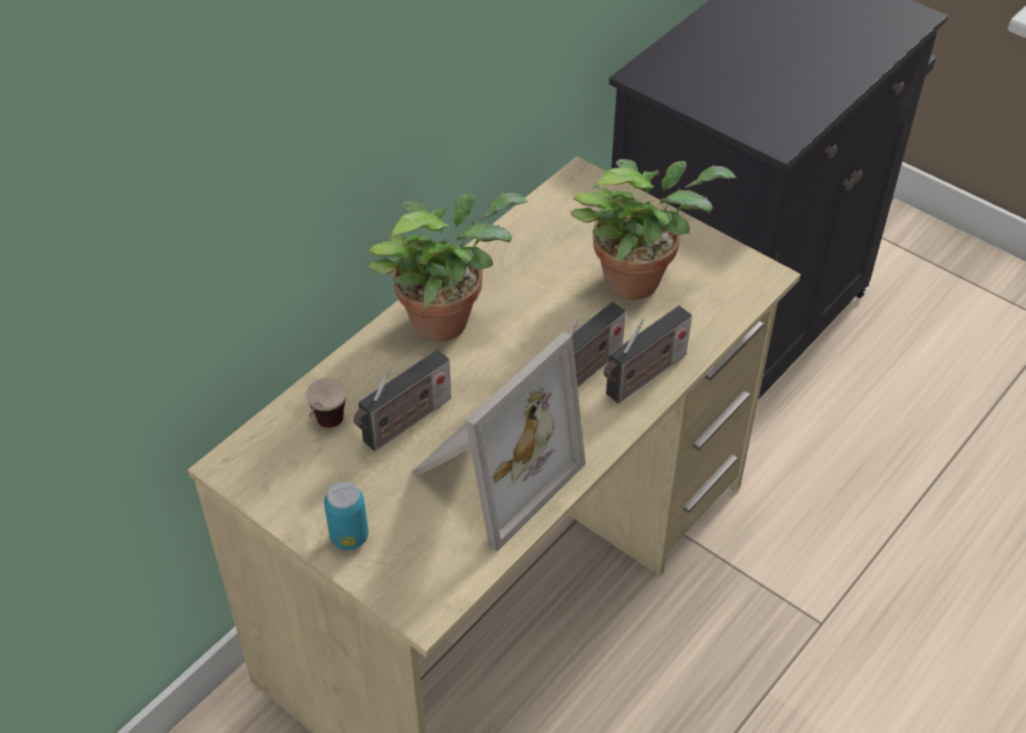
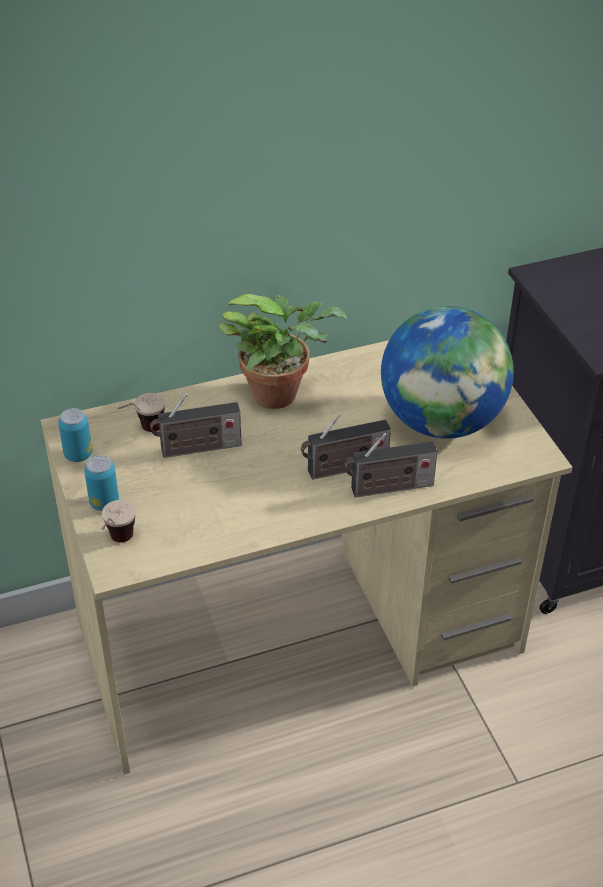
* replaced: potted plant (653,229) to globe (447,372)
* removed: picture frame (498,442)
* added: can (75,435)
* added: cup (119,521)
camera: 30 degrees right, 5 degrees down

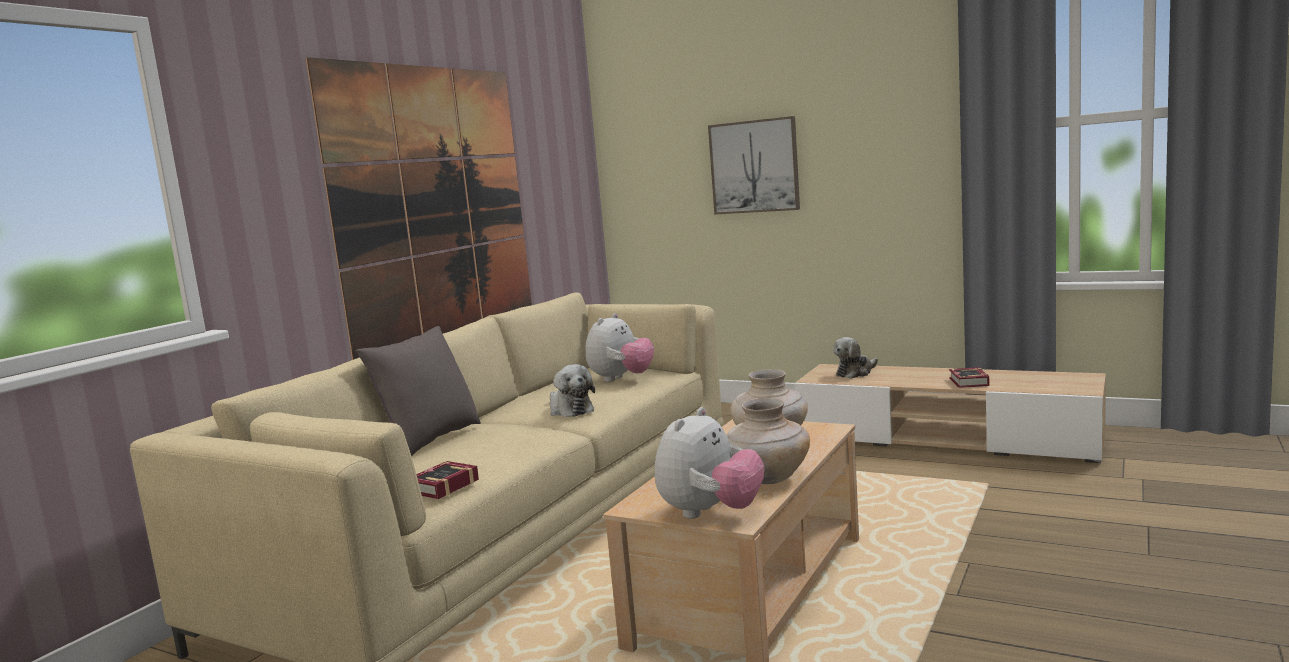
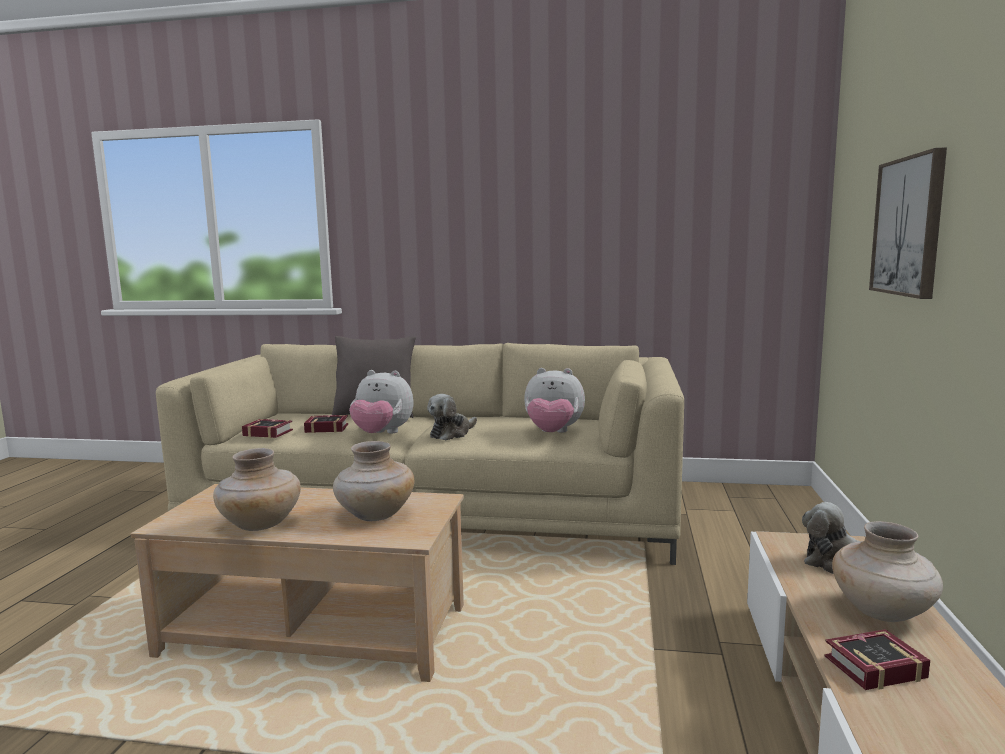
* removed: picture (419,208)
* moved: plush toy (709,463) to (381,401)
* added: book (326,424)
* added: beige vase (887,571)
camera: 70 degrees right, 0 degrees up

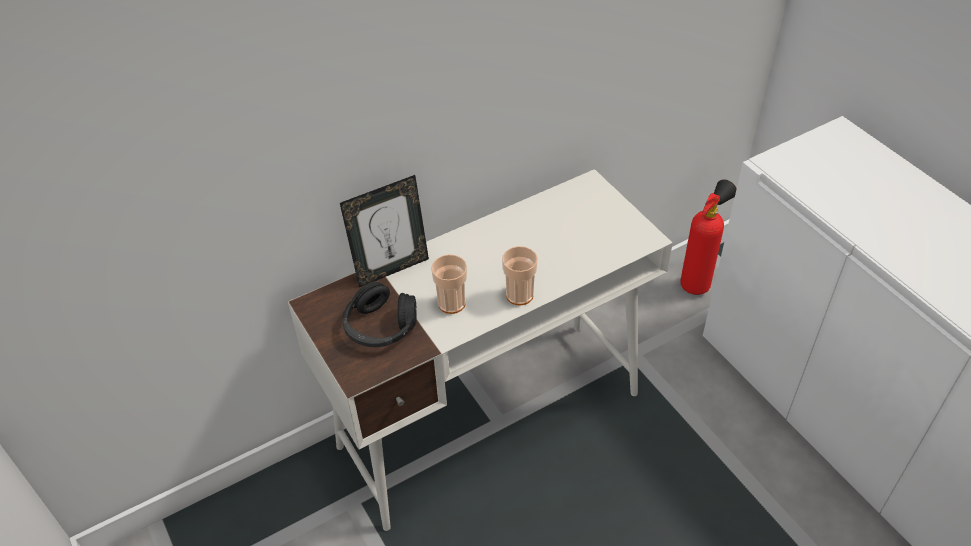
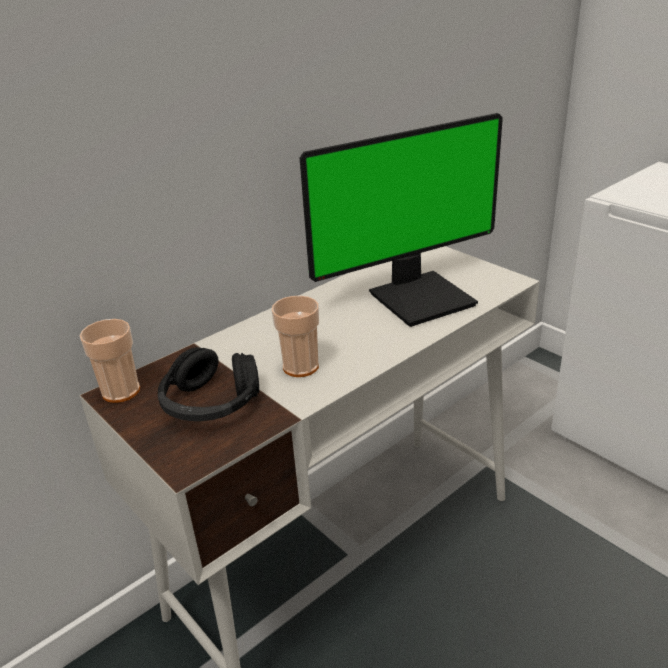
* removed: picture frame (384,231)
* removed: fire extinguisher (708,237)
* moved: cup (520,275) to (110,361)
* added: monitor (401,220)
camera: 10 degrees left, 15 degrees down

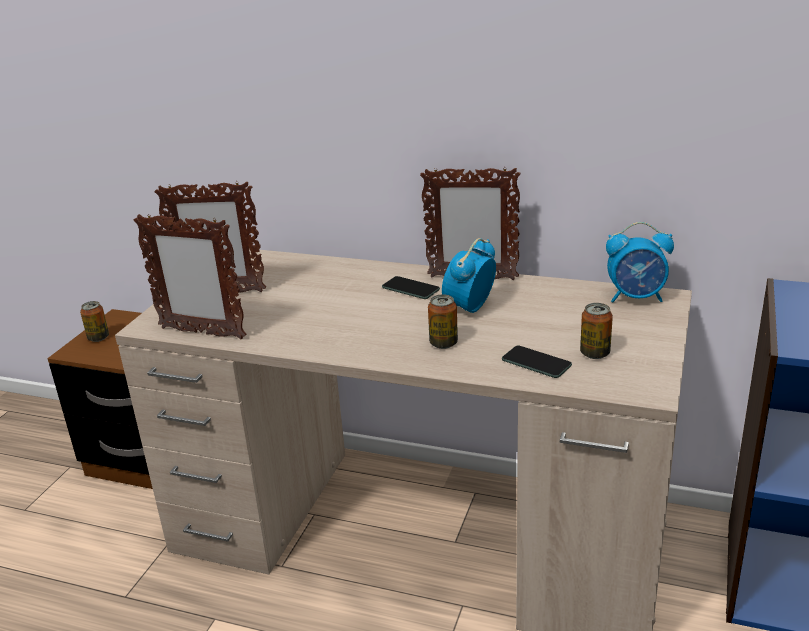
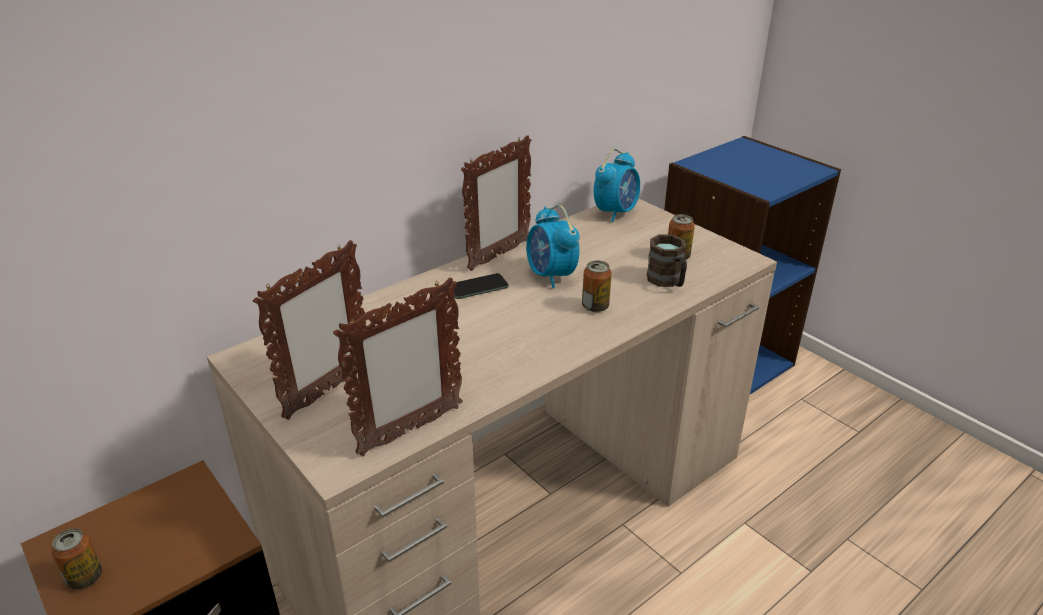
* replaced: phone (537,362) to brown mug (667,260)
camera: 60 degrees left, 5 degrees up

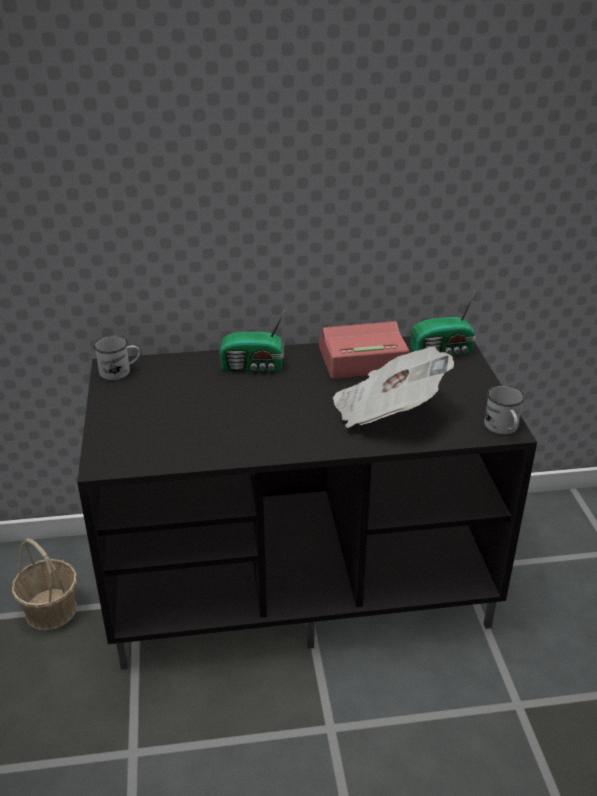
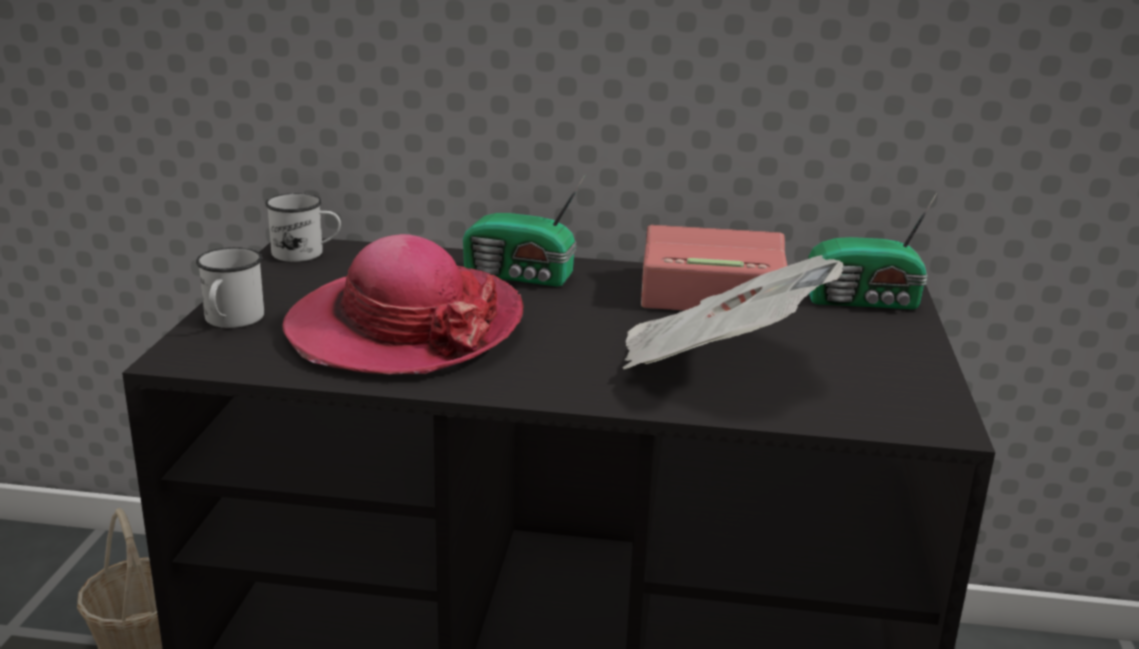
* moved: white mug (504,409) to (230,287)
* added: hat (403,304)
camera: 15 degrees right, 10 degrees down

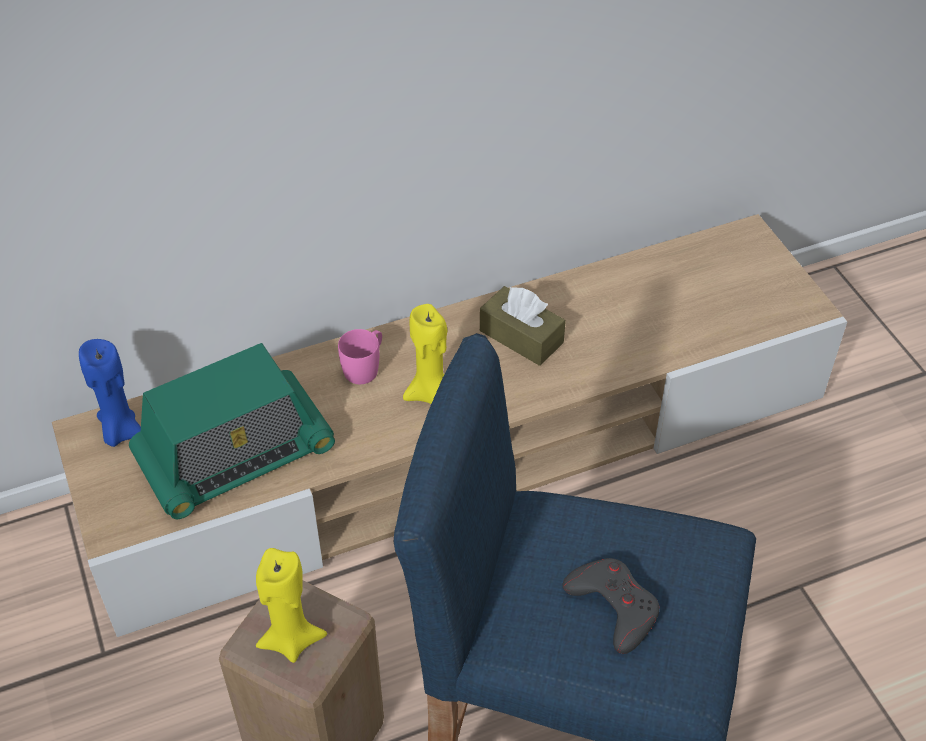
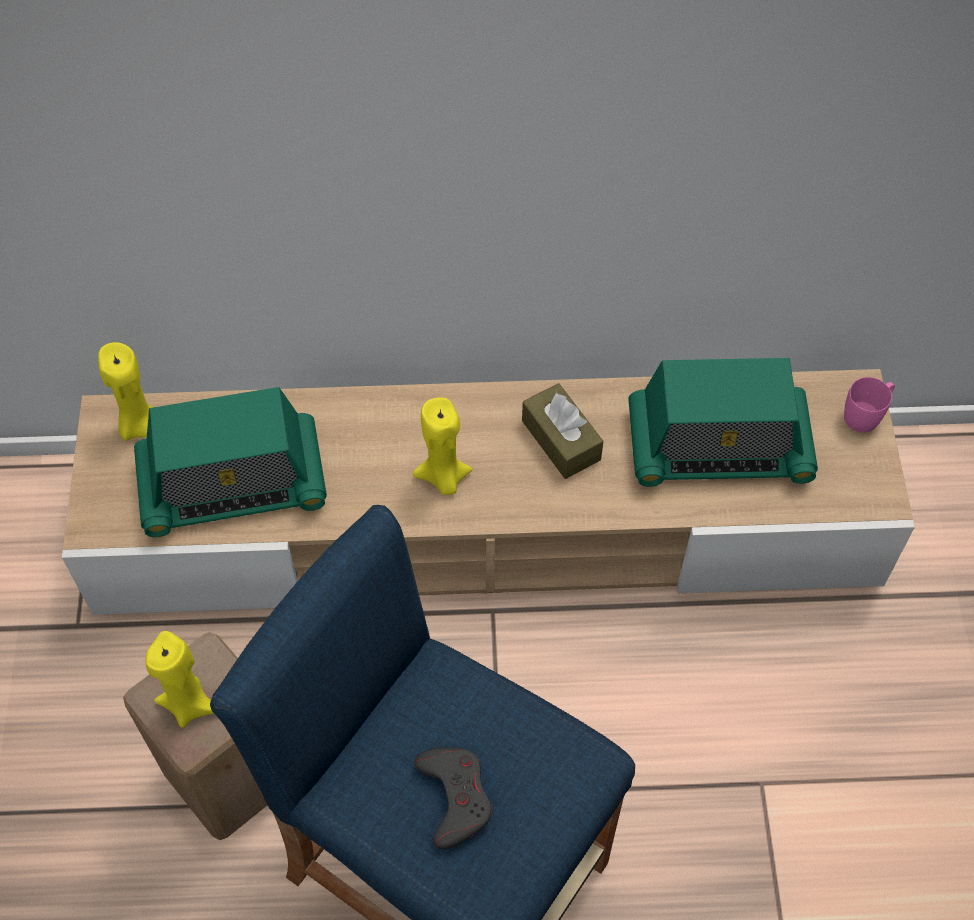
* moved: pink mug (360,356) to (869,404)
* recoloured: blue candle (110,393) to yellow candle (125,391)
* added: radio (723,422)
camera: 20 degrees right, 10 degrees up

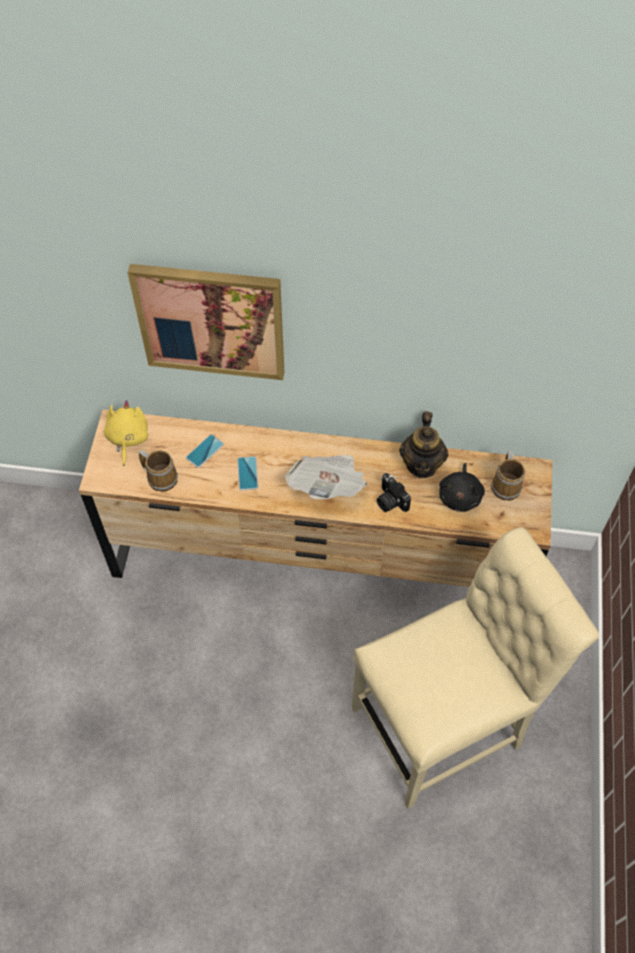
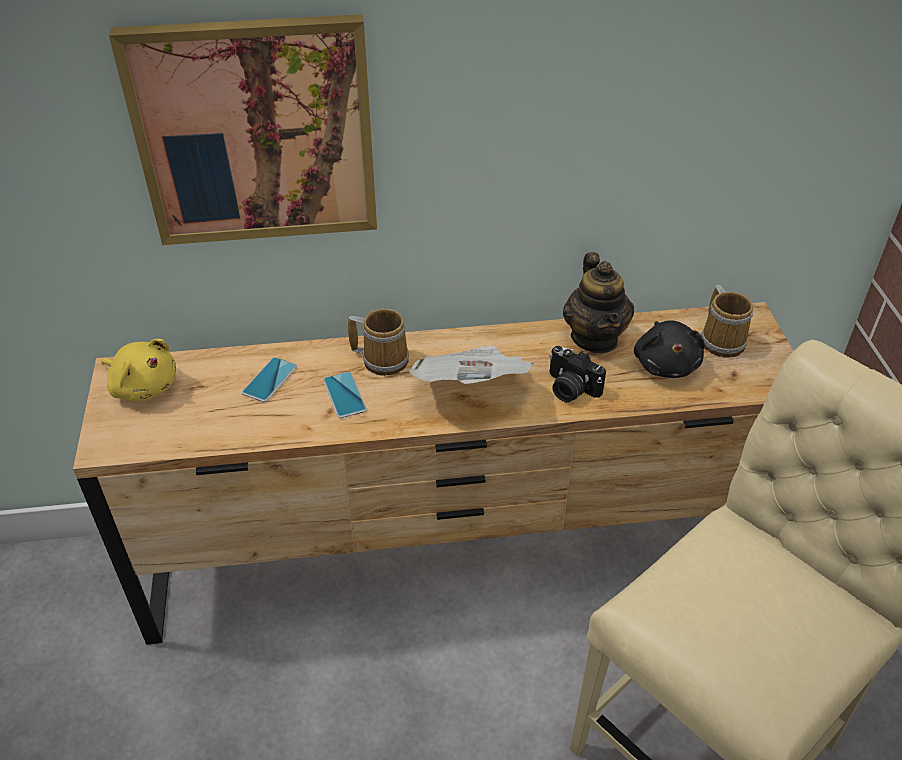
* turned: yellow plush toy (126,433) = (138,370) 135 degrees clockwise
* moved: mug (158,471) to (378,342)
camera: 15 degrees left, 15 degrees down

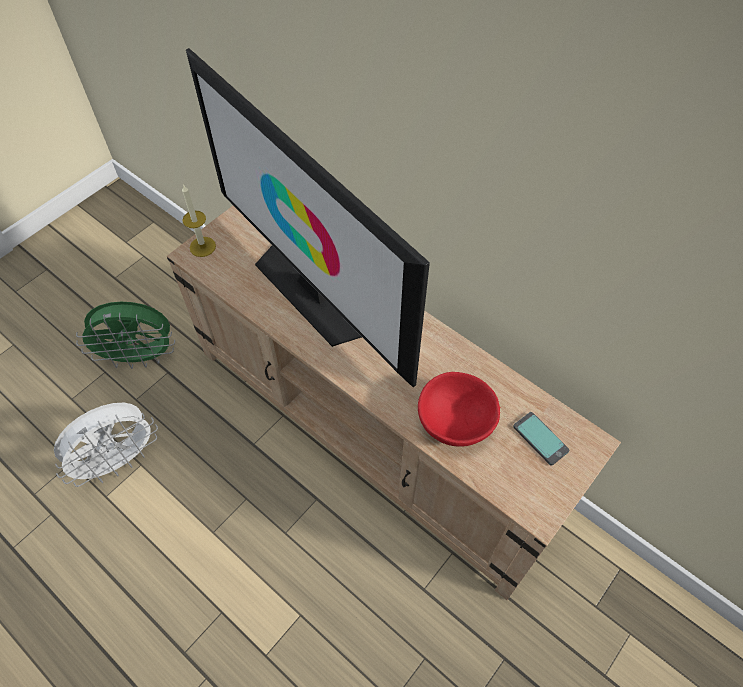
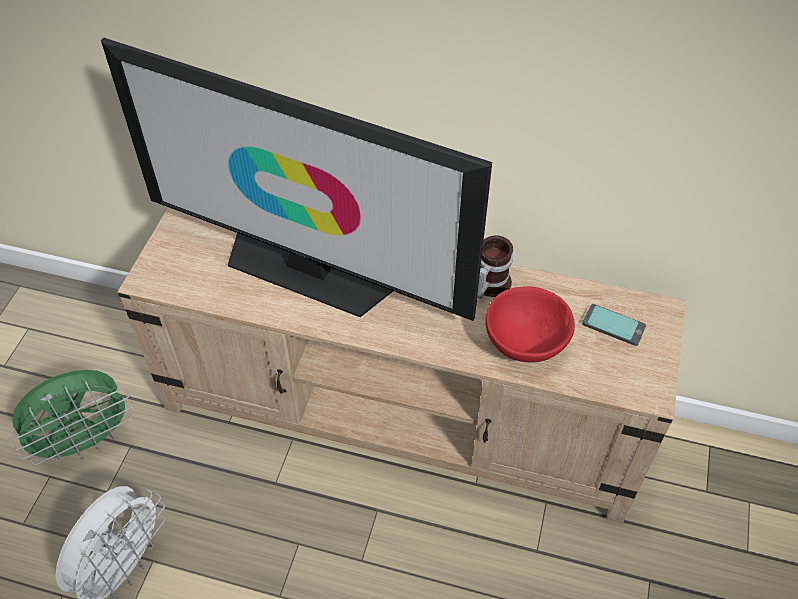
* removed: candle (199,220)
* added: mug (495,267)
camera: 25 degrees left, 5 degrees down

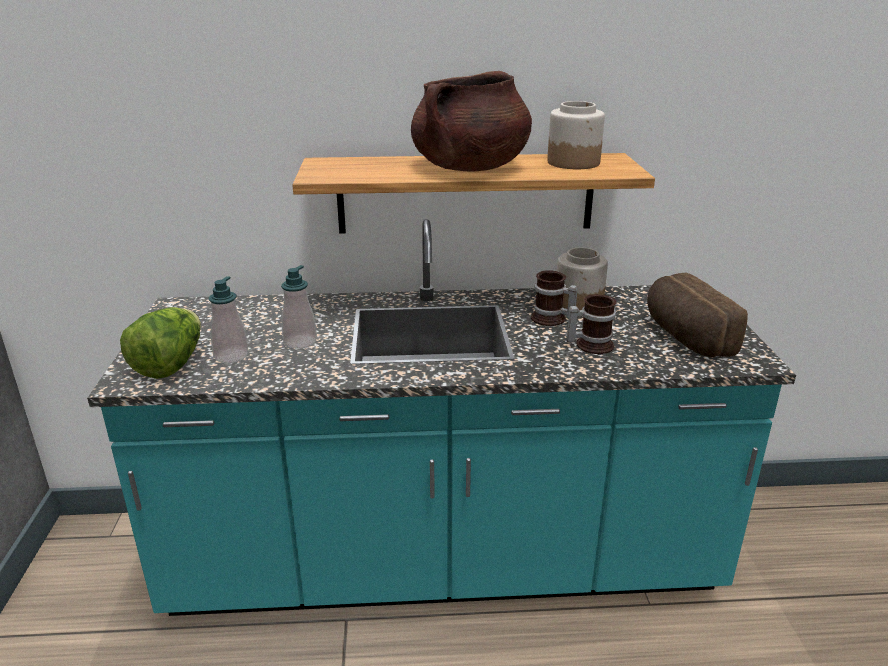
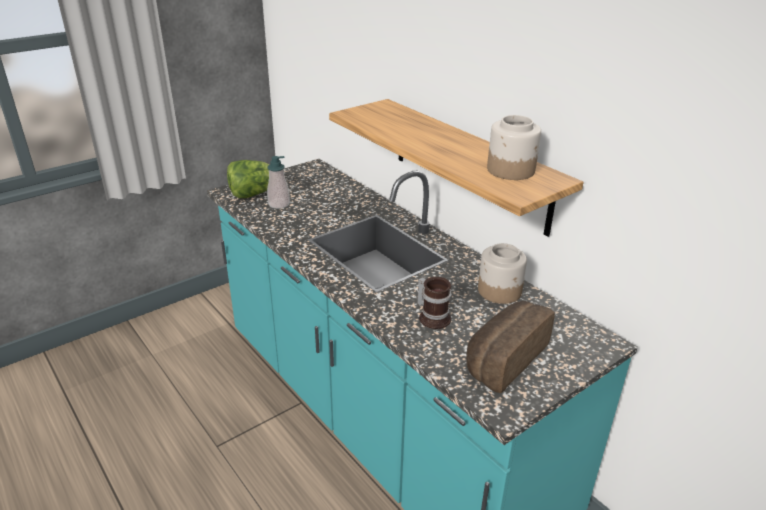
* removed: brown cooking pot (471,121)
* removed: soap dispenser (299,307)
* removed: mug (554,298)
camera: 55 degrees right, 5 degrees up

